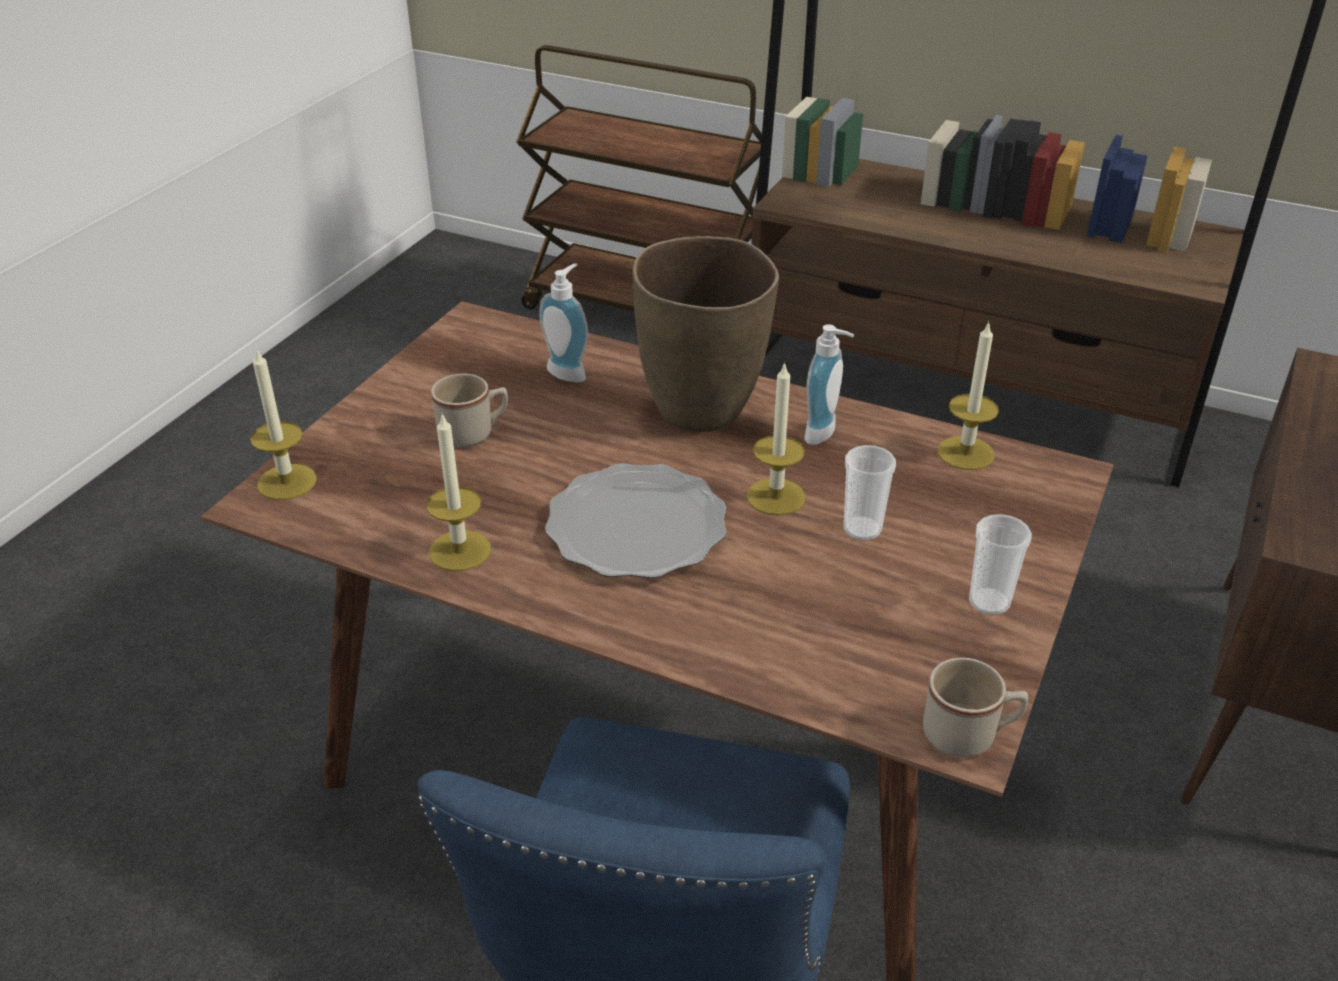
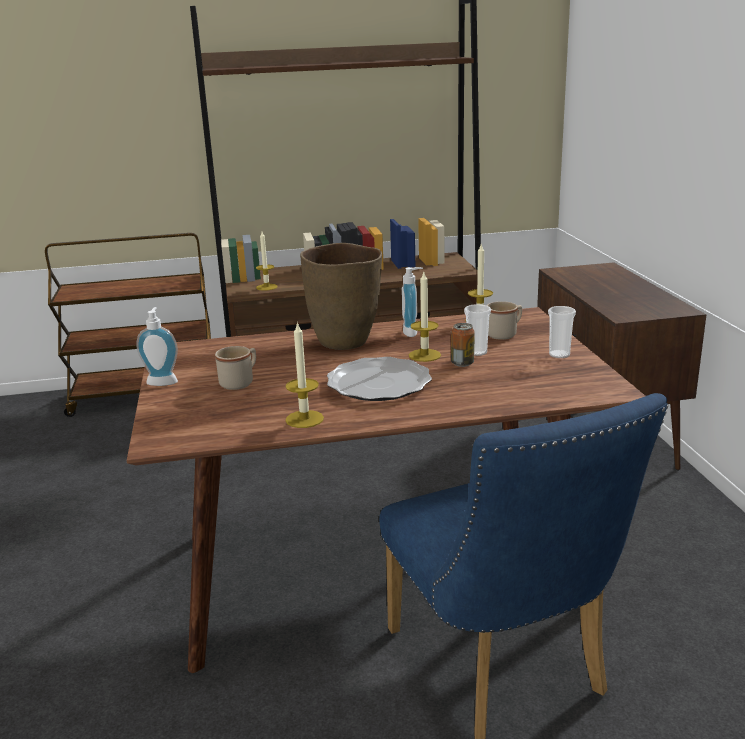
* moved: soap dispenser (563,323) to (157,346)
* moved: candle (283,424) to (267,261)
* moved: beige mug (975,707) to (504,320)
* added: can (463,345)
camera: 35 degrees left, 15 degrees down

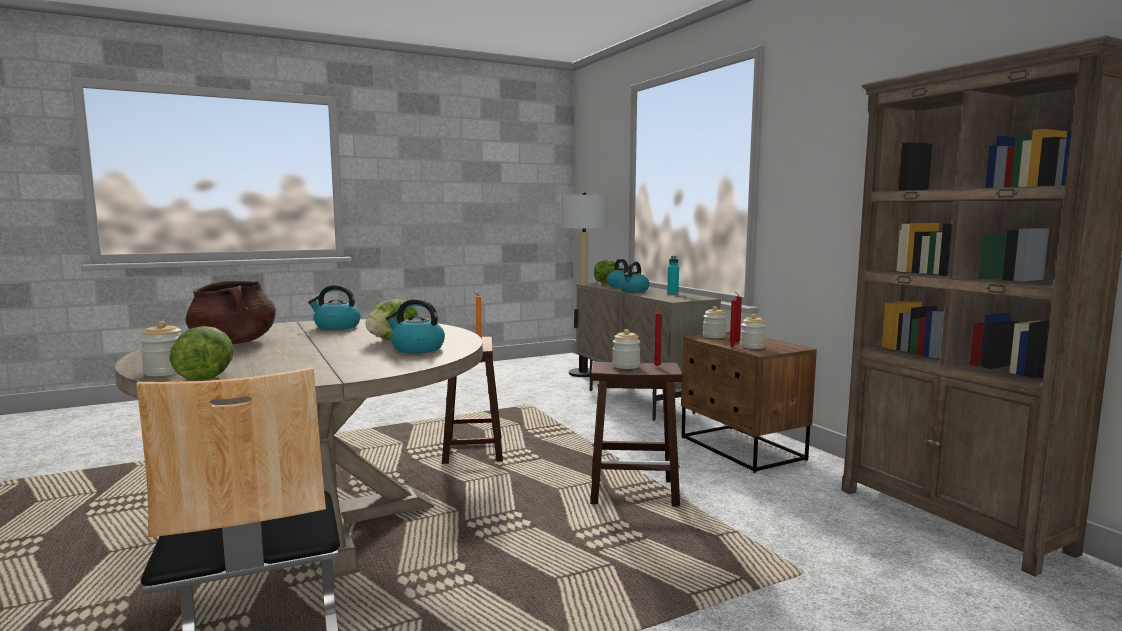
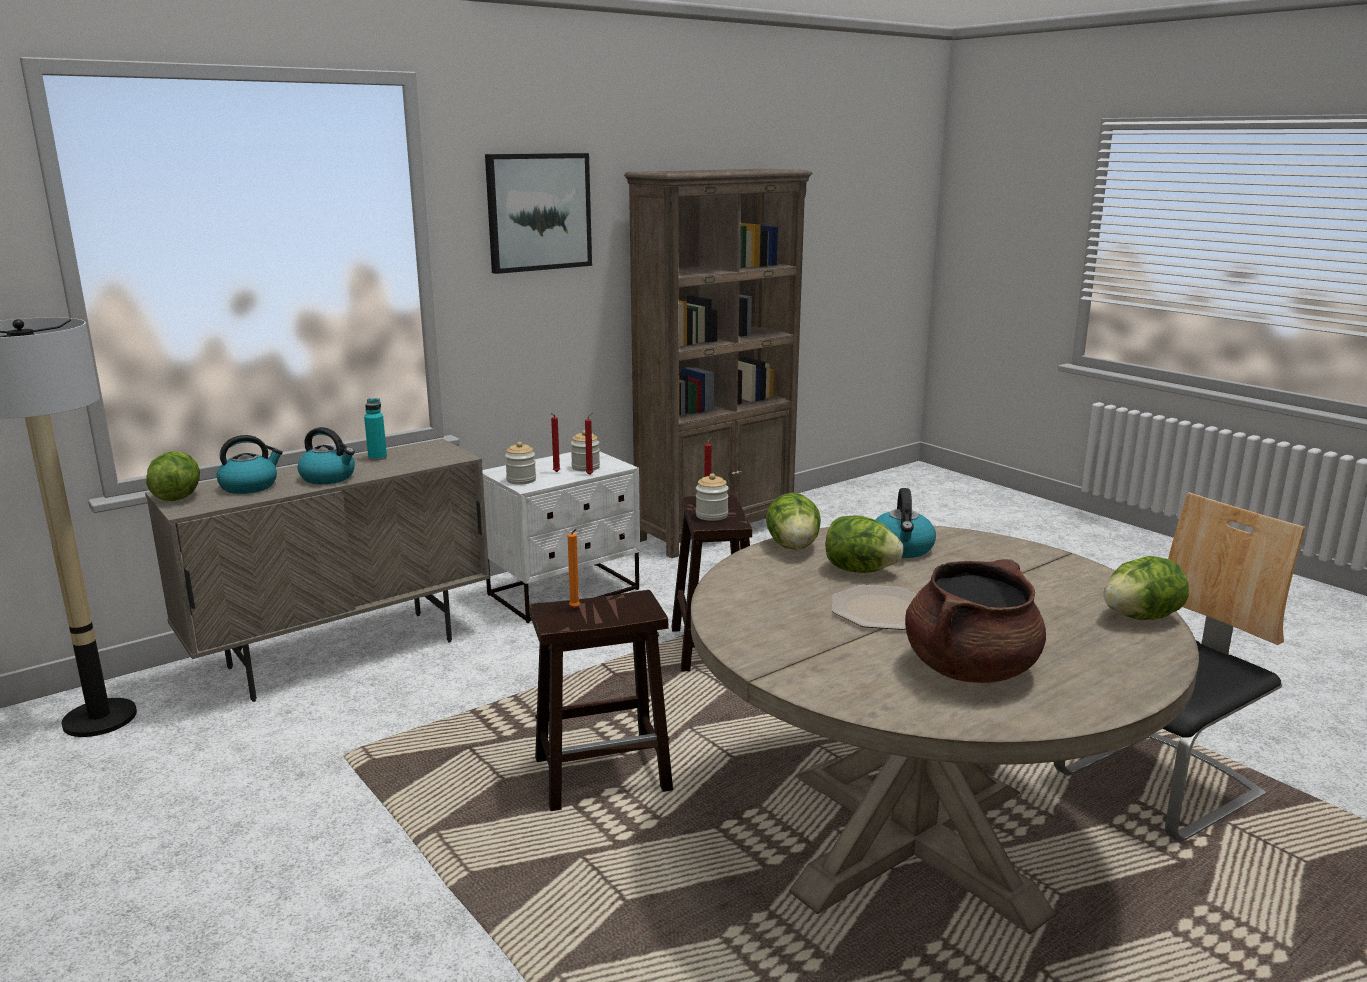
* removed: kettle (334,307)
* removed: jar (160,348)
* recoloured: brown nightstand (749,402) to white nightstand (561,537)
* added: picture (538,213)
* added: lettuce (793,521)
* added: plate (874,607)
camera: 100 degrees left, 10 degrees up

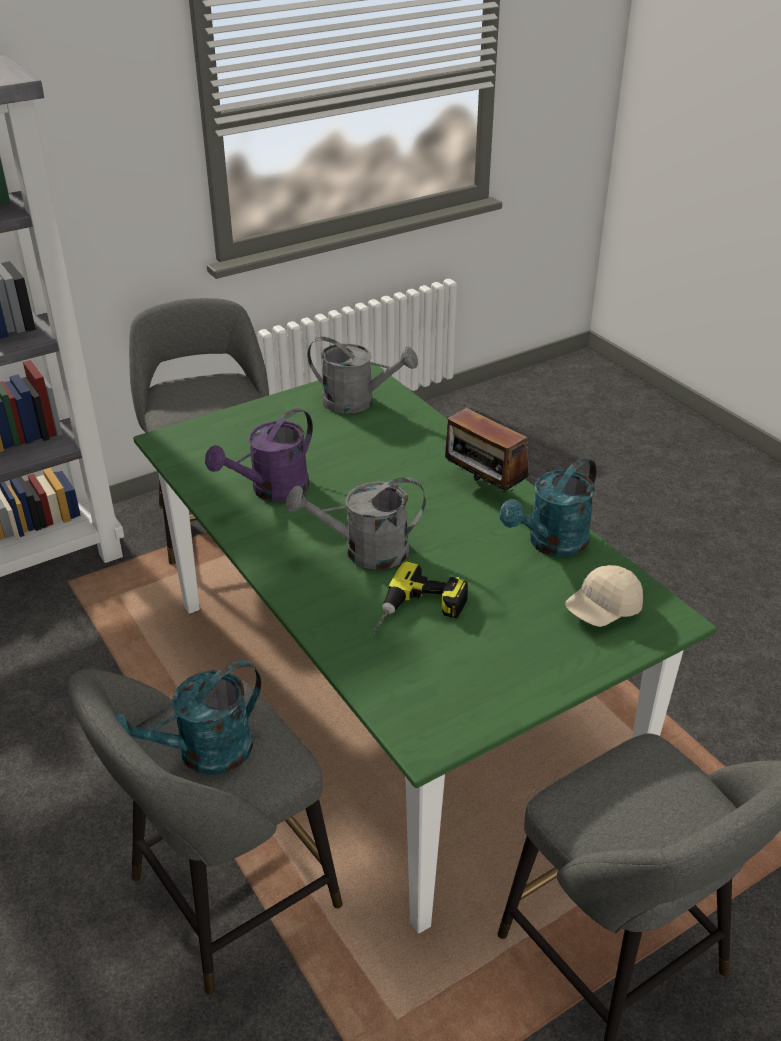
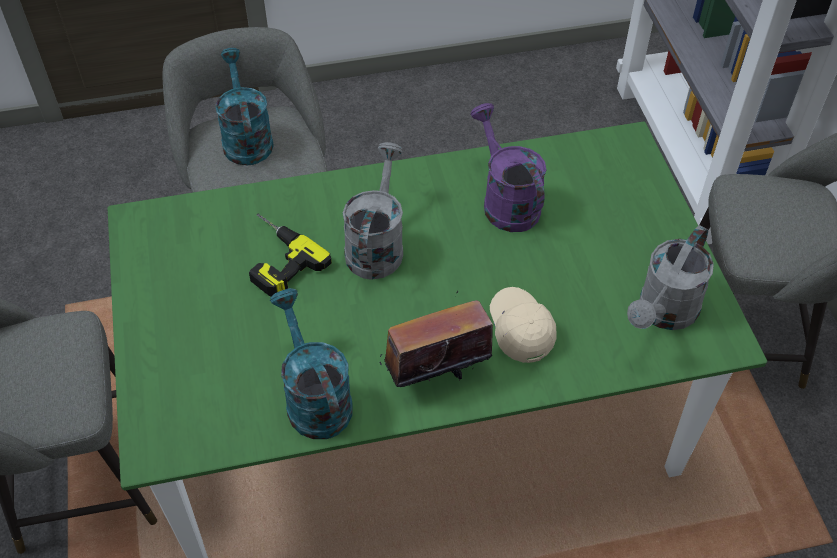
* moved: beige cap (604,596) to (523,325)
camera: 110 degrees right, 15 degrees up

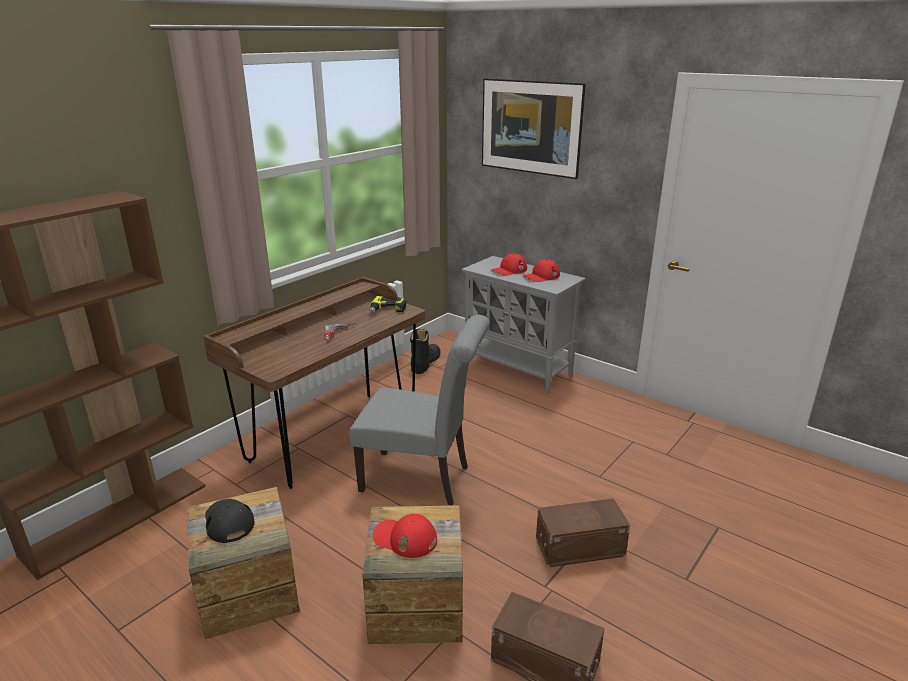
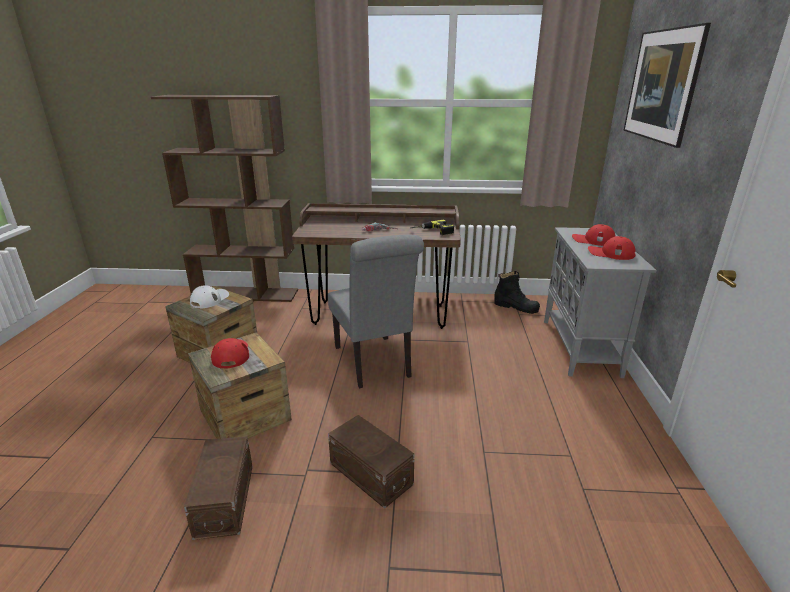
* turned: black boot (425,351) = (517,292) 45 degrees clockwise
* recoloured: black cap (230,521) to white cap (209,297)
camera: 55 degrees right, 0 degrees up

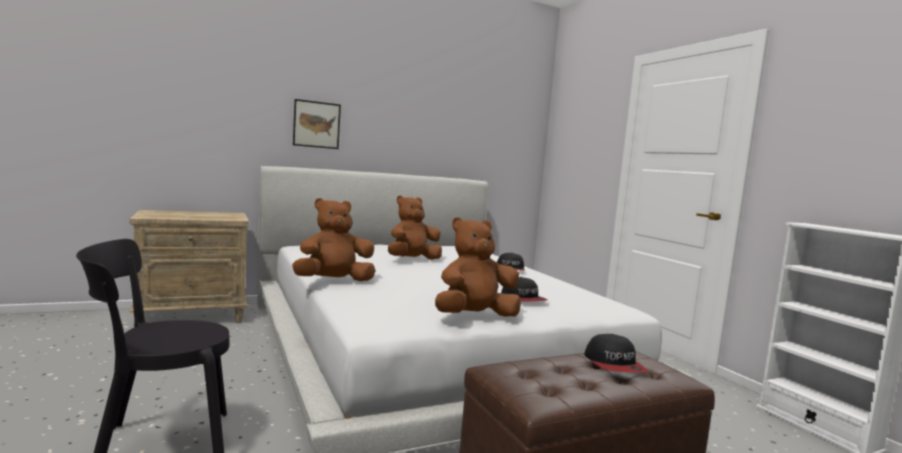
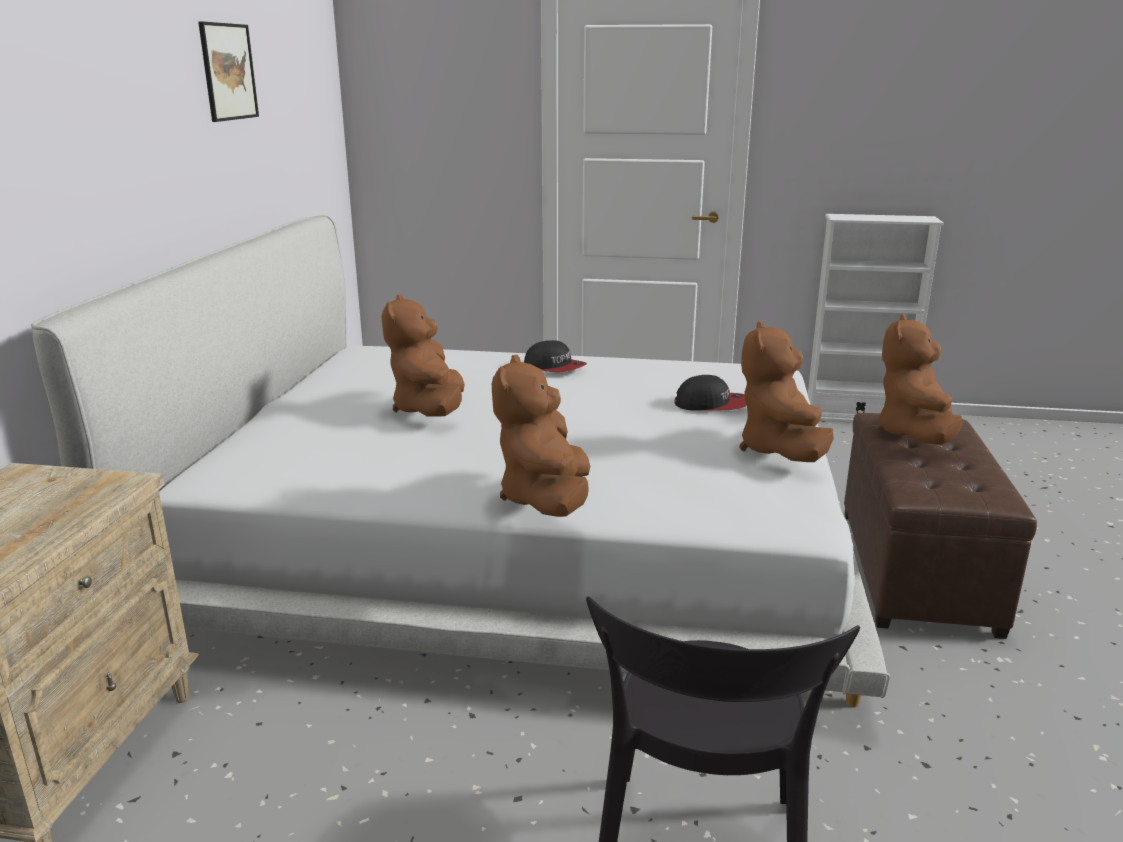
* moved: picture (317,124) to (228,71)
* replaced: cap (616,353) to brown plush toy (919,380)
camera: 55 degrees left, 15 degrees up

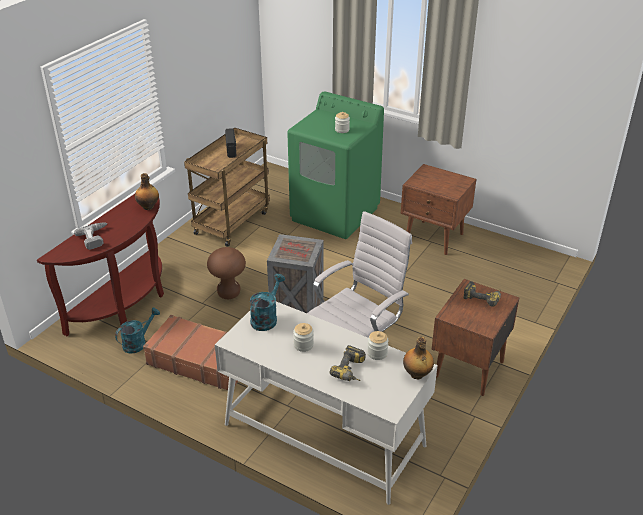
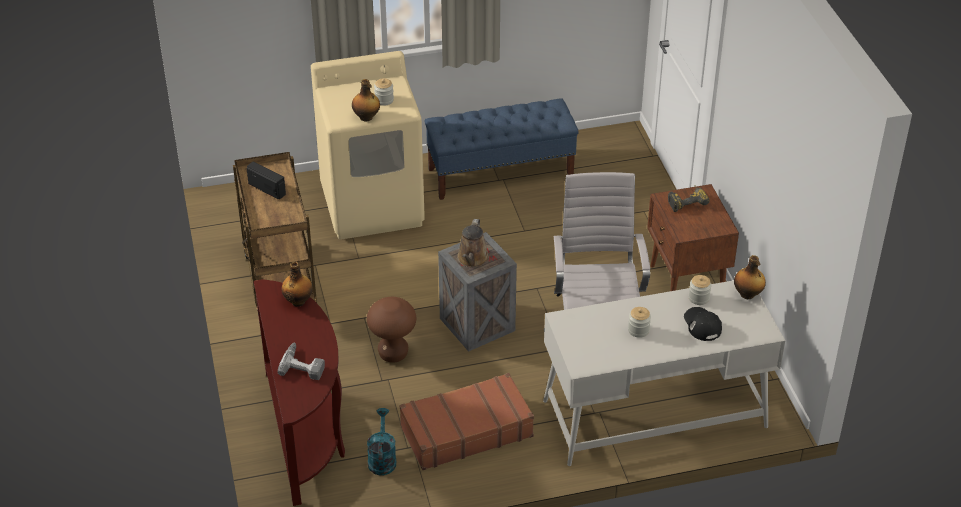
* recoloured: green washing machine (335,165) to beige washing machine (368,145)
* replaced: brown nightstand (438,209) to blue bench (502,149)
* removed: turquoise watering can (267,302)
* replaced: power drill (348,363) to black cap (703,324)
* added: bottle (366,100)
* added: brown watering can (473,243)
camera: 45 degrees left, 5 degrees up

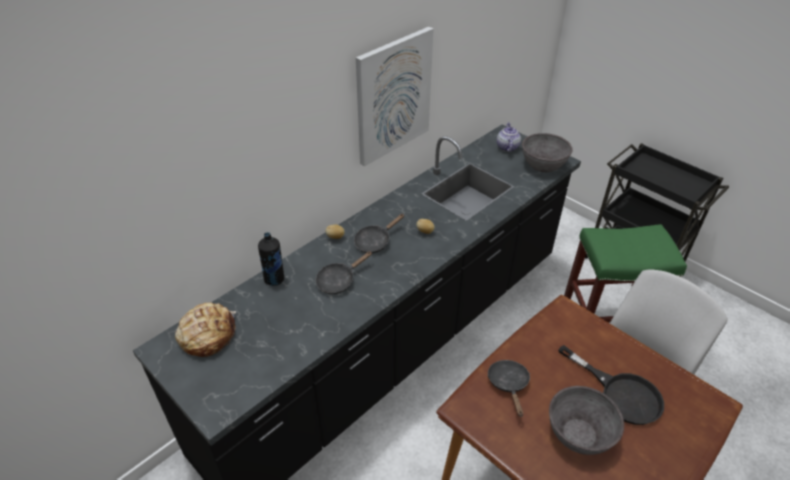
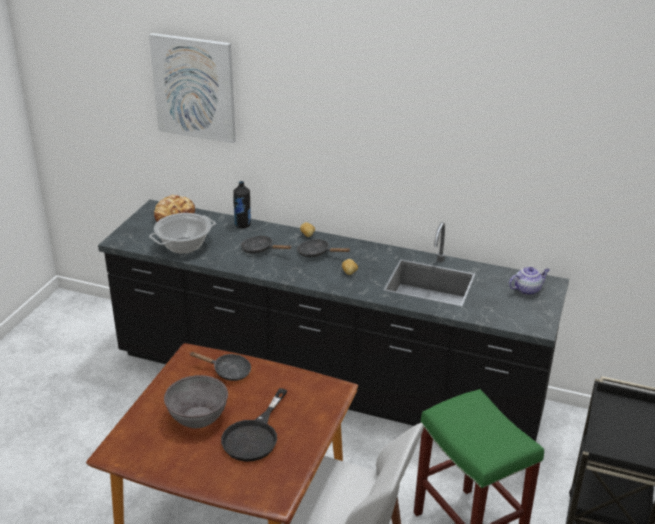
* moved: picture (395,96) to (192,88)
* removed: grey bowl (547,152)
* turned: black frying pan (509,388) = (220,366) 45 degrees clockwise
* added: cooking pot (182,233)
camera: 65 degrees right, 10 degrees down

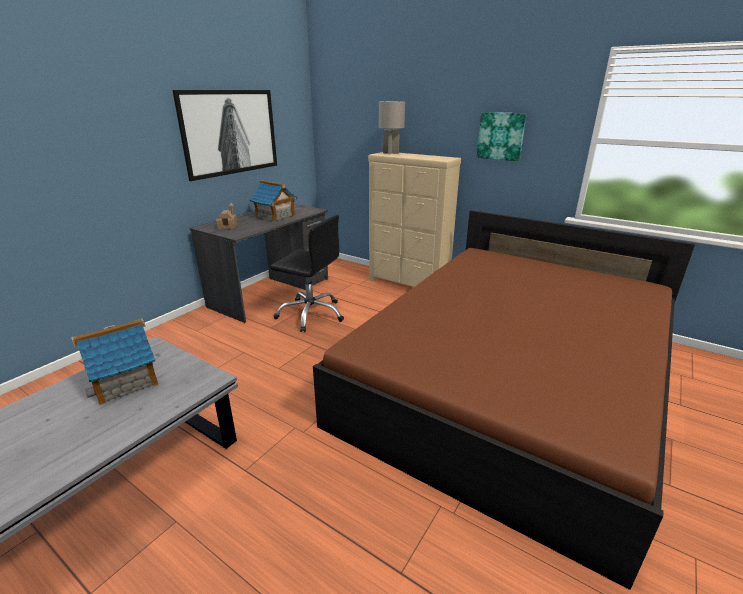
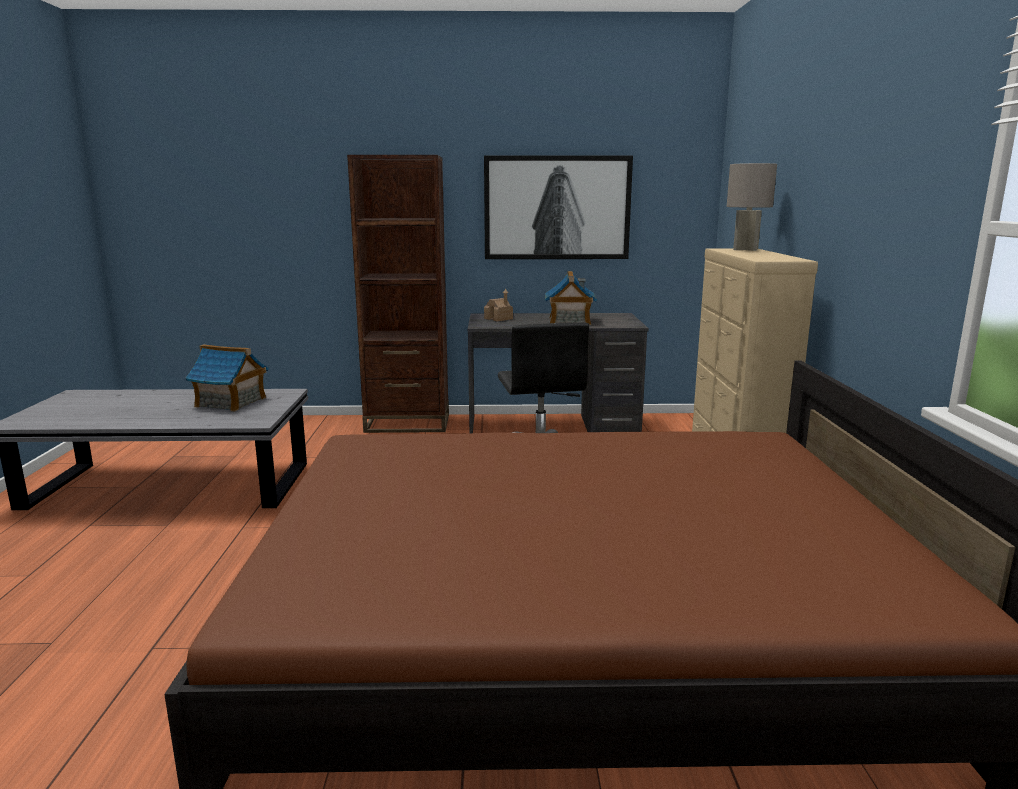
* removed: picture (502,136)
* added: brown bookcase (398,294)
camera: 55 degrees right, 10 degrees down

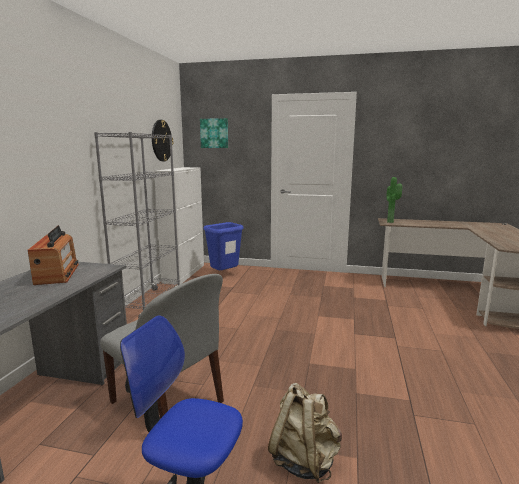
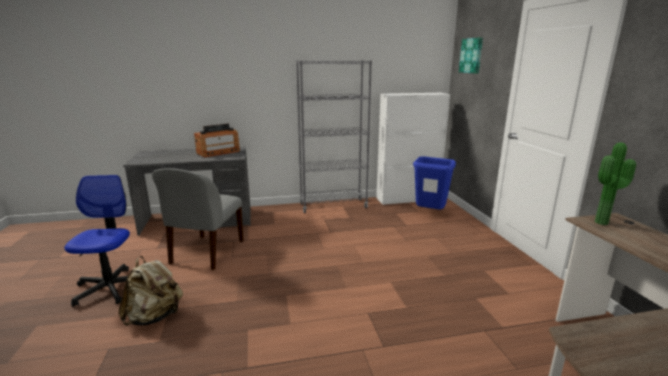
* removed: wall clock (162,140)
camera: 65 degrees right, 5 degrees up

